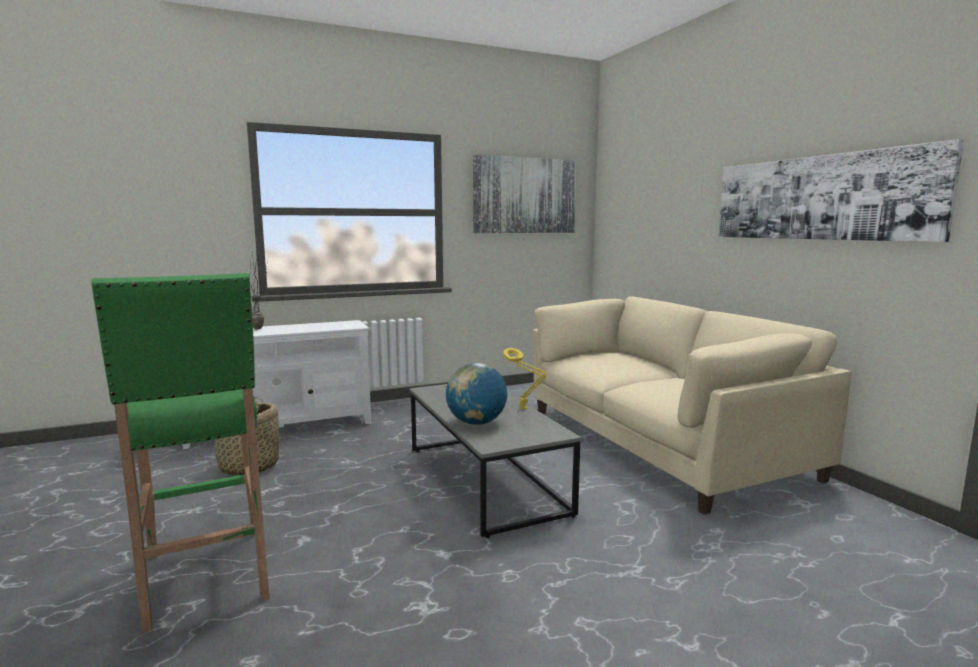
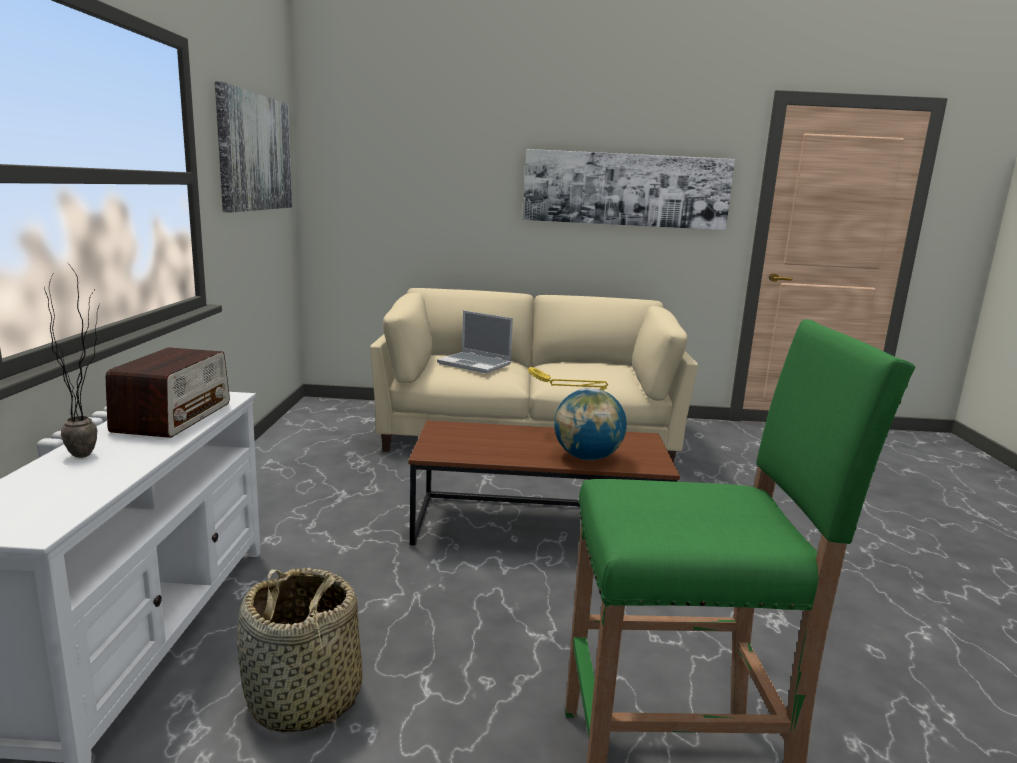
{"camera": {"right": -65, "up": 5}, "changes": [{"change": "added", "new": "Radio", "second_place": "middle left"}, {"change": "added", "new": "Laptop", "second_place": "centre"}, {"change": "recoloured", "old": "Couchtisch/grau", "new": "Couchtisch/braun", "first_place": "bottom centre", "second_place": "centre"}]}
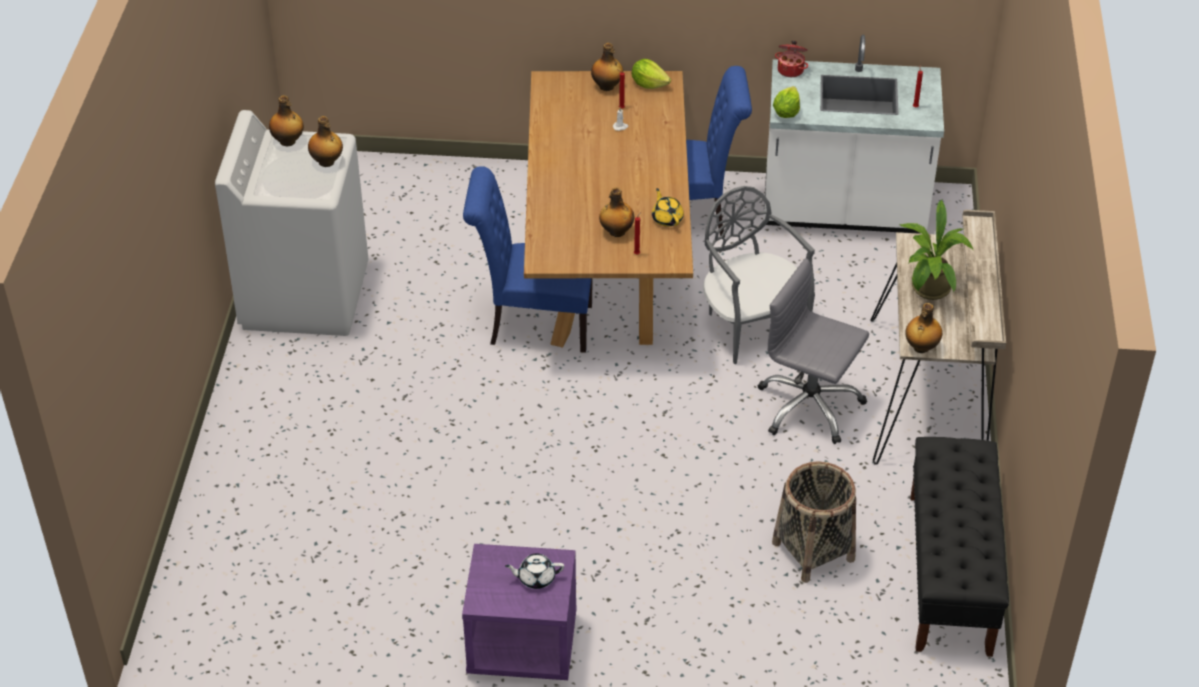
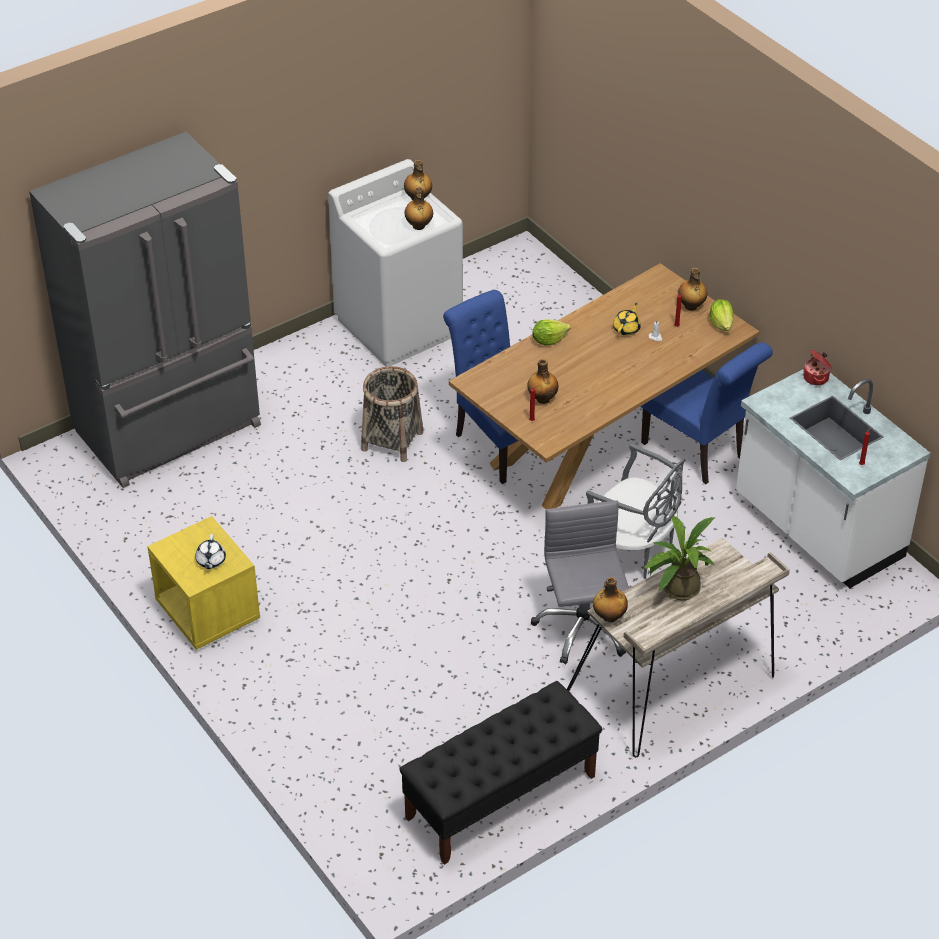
{"camera": {"right": 50, "up": 0}, "changes": [{"change": "added", "new": "Kühlschrank/grau", "second_place": "top left"}, {"change": "moved", "old": "Teekanne/gelb", "first_place": "top centre", "second_place": "middle right"}, {"change": "moved", "old": "Korb", "first_place": "bottom right", "second_place": "centre"}, {"change": "moved", "old": "Salatkopf (2nd from left in the first image)", "new": "Salatkopf (1st from left)", "first_place": "top centre", "second_place": "centre"}, {"change": "recoloured", "old": "Nachttisch/lila", "new": "Nachttisch/gelb", "first_place": "bottom centre", "second_place": "middle left"}, {"change": "turned", "old": "Teekanne/weiß", "first_place": "bottom centre", "second_place": "middle left", "degrees": -135}, {"change": "turned", "old": "Stuhl/grau", "first_place": "centre", "second_place": "middle right", "degrees": 105}]}
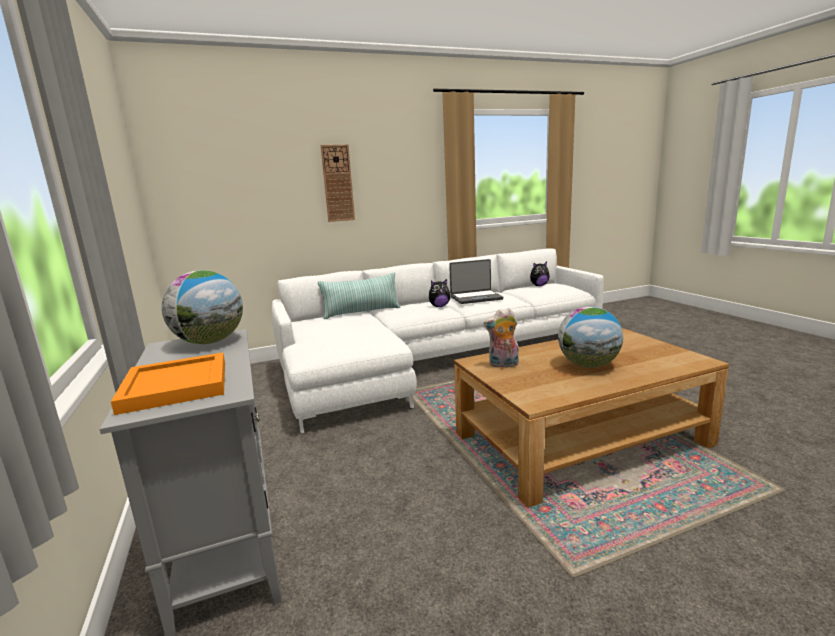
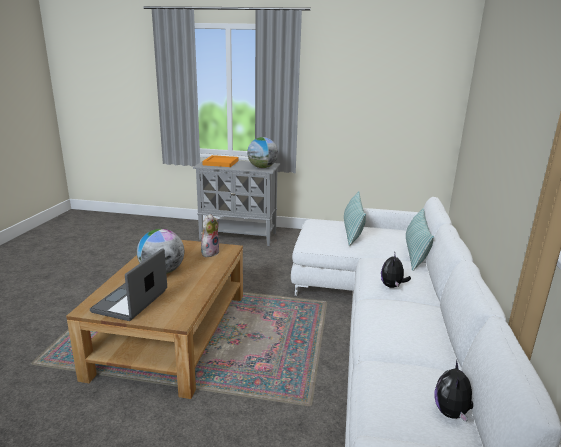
{"camera": {"right": 120, "up": 5}, "changes": [{"change": "removed", "old": "Wanduhr", "first_place": "top centre"}, {"change": "added", "new": "Kissen (1st from left)", "second_place": "centre"}, {"change": "moved", "old": "Laptop", "first_place": "centre", "second_place": "middle left"}]}
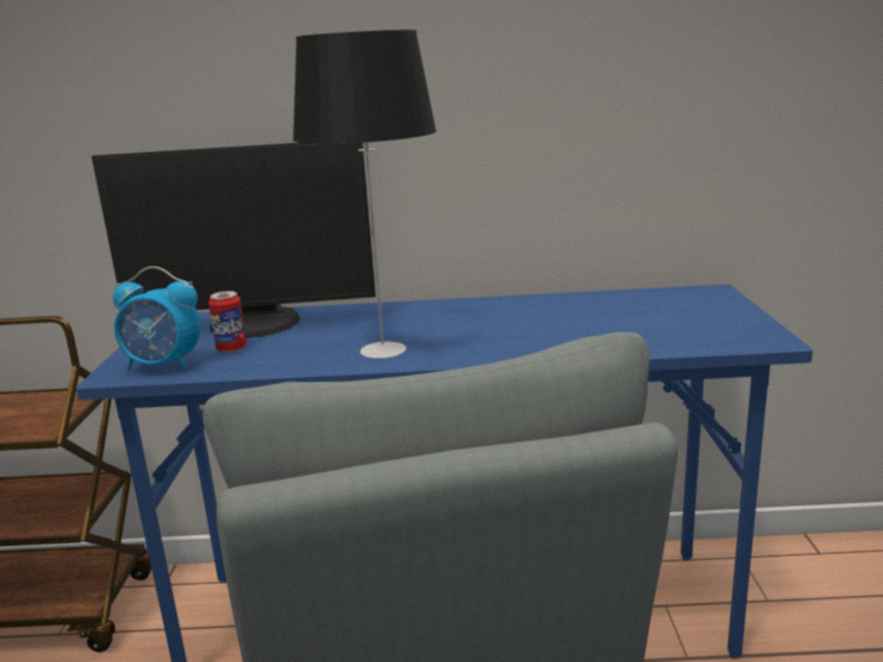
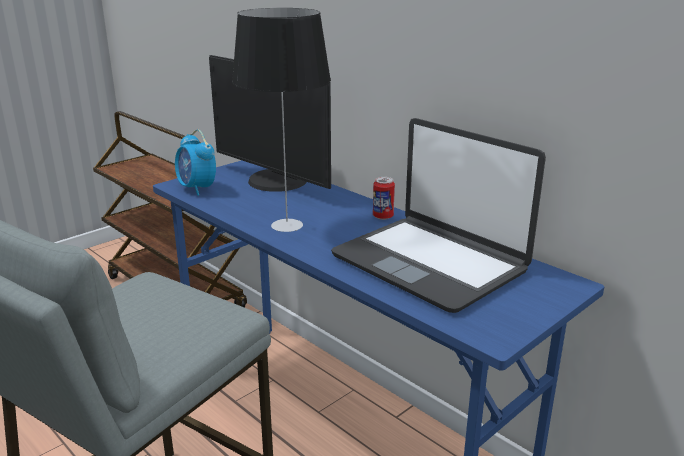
{"camera": {"right": 45, "up": 5}, "changes": [{"change": "added", "new": "Laptop", "second_place": "centre"}, {"change": "moved", "old": "Dose", "first_place": "middle left", "second_place": "centre"}]}
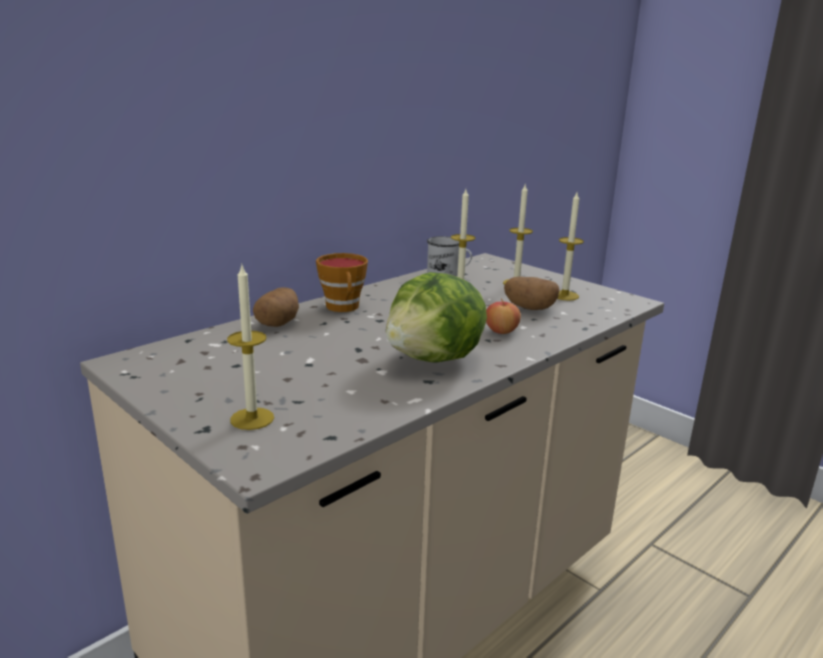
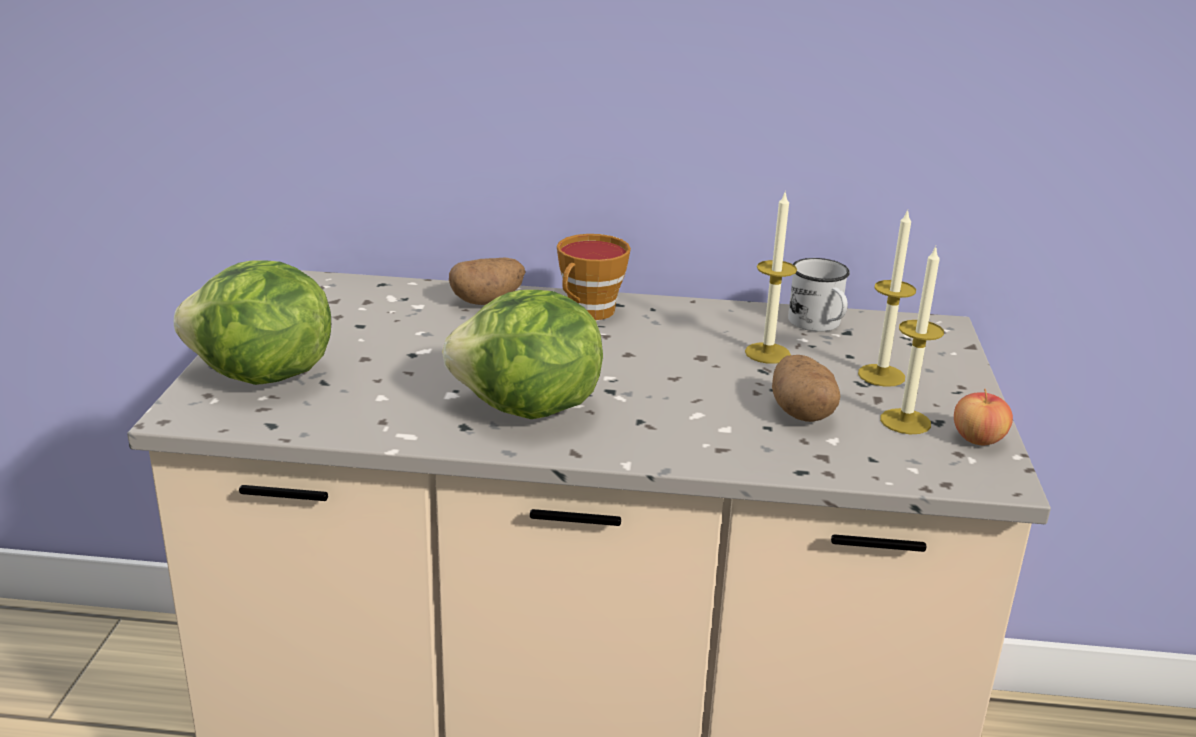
{"camera": {"right": 50, "up": 5}, "changes": [{"change": "moved", "old": "Apfel", "first_place": "centre", "second_place": "middle right"}, {"change": "replaced", "old": "Kerze (1st from left)", "new": "Salatkopf (1st from left)", "first_place": "middle left", "second_place": "middle left"}]}
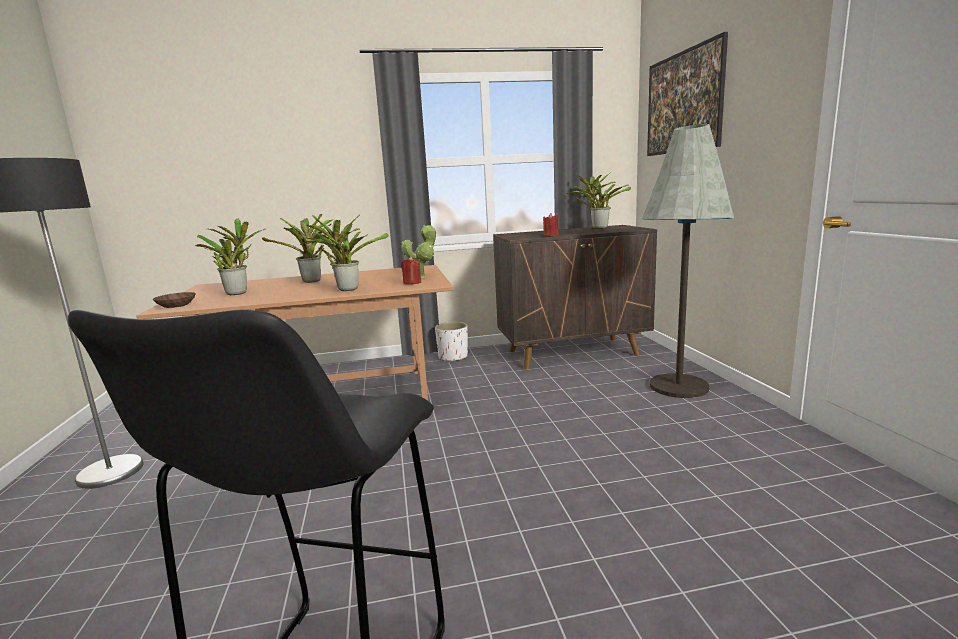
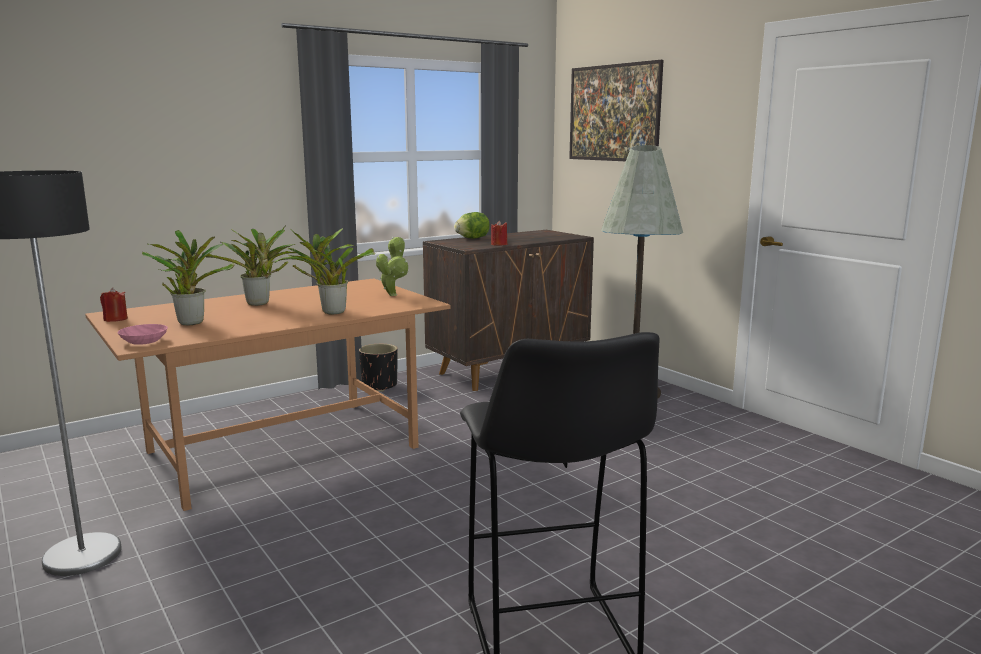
{"camera": {"right": -25, "up": 0}, "changes": [{"change": "removed", "old": "Topfpflanze (5th from left)", "first_place": "top centre"}, {"change": "added", "new": "Salatkopf", "second_place": "centre"}, {"change": "moved", "old": "Kerze/rot (1st from left)", "first_place": "centre", "second_place": "middle left"}, {"change": "recoloured", "old": "Schüssel/braun", "new": "Schüssel/rosa", "first_place": "middle left", "second_place": "middle left"}, {"change": "recoloured", "old": "Pflanzkübel/weiß", "new": "Pflanzkübel/schwarz", "first_place": "centre", "second_place": "centre"}]}
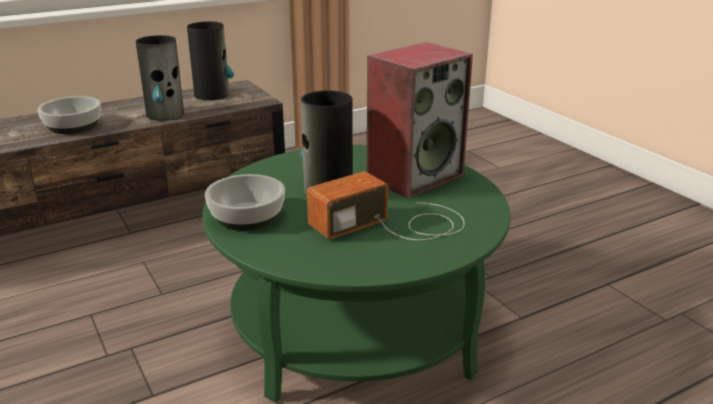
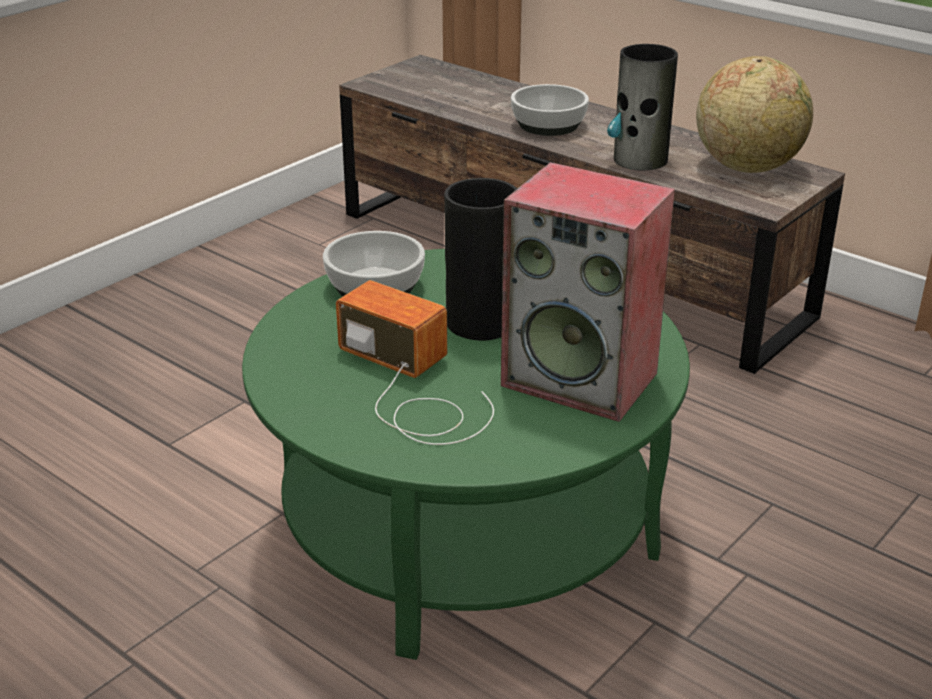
{"camera": {"right": 70, "up": 5}, "changes": [{"change": "replaced", "old": "Vase (2nd from left)", "new": "Globus", "first_place": "top left", "second_place": "top right"}]}
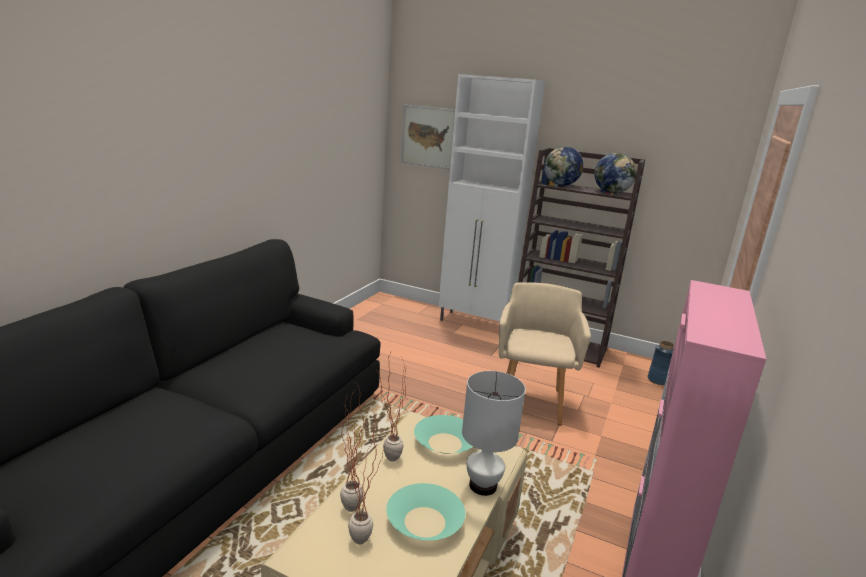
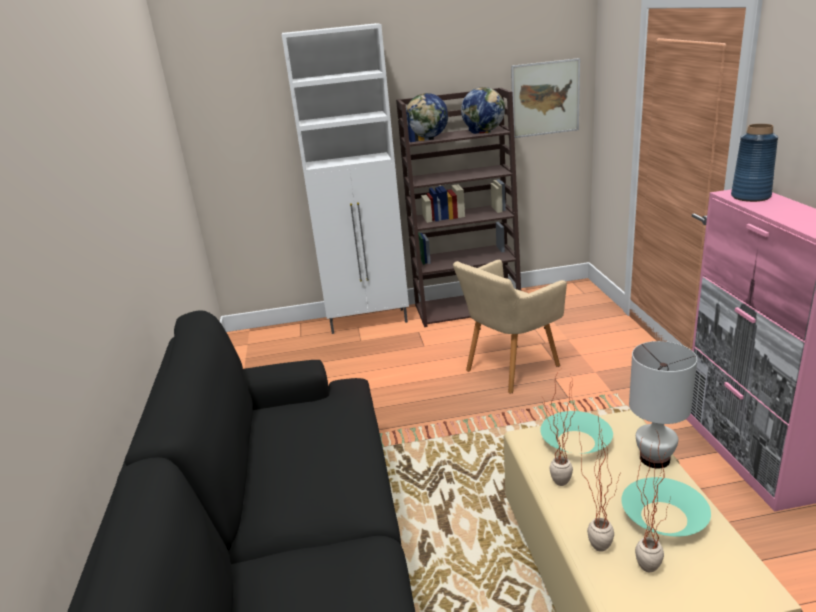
{"camera": {"right": -30, "up": 5}, "changes": [{"change": "moved", "old": "Bild", "first_place": "top centre", "second_place": "top right"}, {"change": "moved", "old": "Vase/blau", "first_place": "middle right", "second_place": "top right"}, {"change": "turned", "old": "Sessel/beige", "first_place": "centre", "second_place": "centre", "degrees": -105}]}
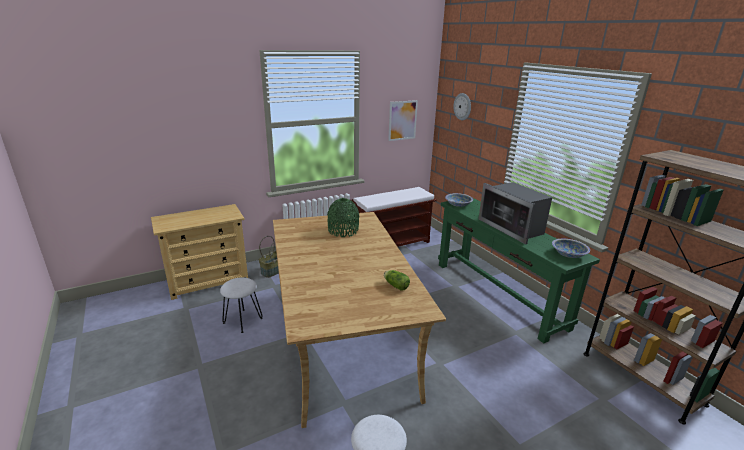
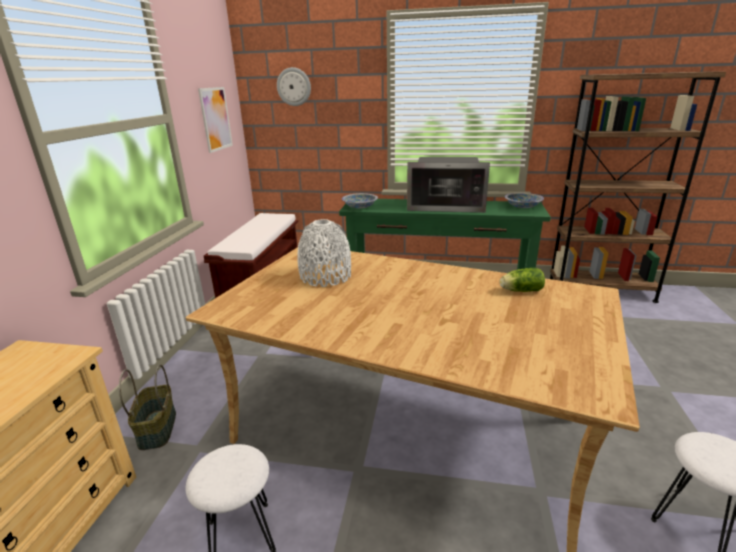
{"camera": {"right": -50, "up": 0}, "changes": [{"change": "recoloured", "old": "Vase/grün", "new": "Vase/weiß", "first_place": "centre", "second_place": "centre"}]}
